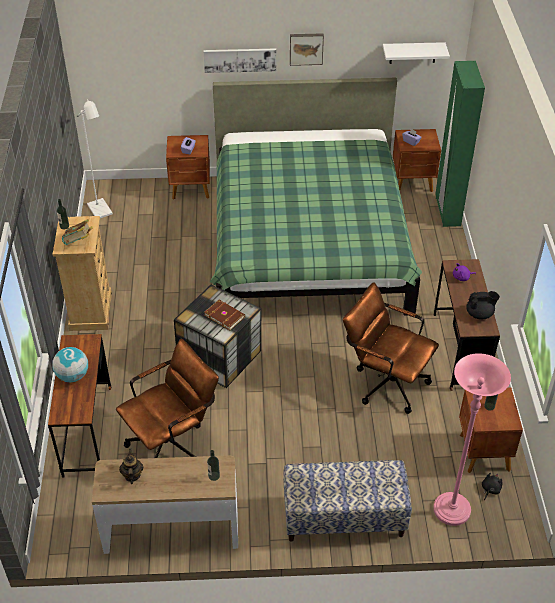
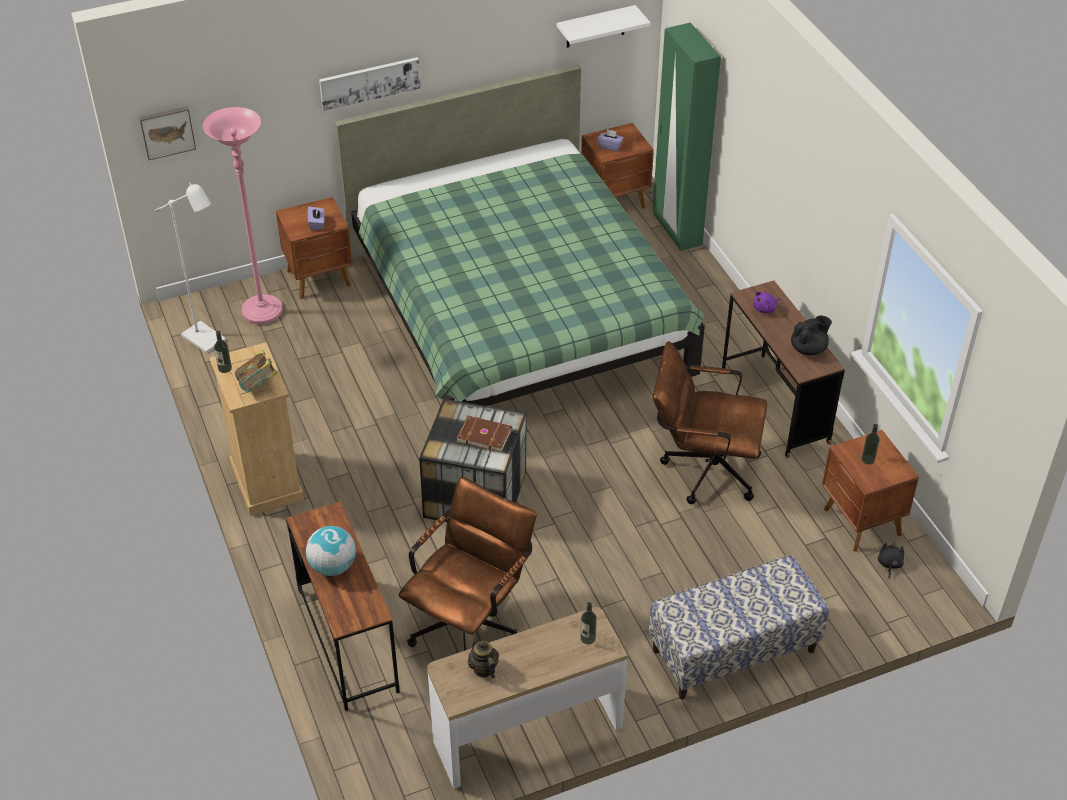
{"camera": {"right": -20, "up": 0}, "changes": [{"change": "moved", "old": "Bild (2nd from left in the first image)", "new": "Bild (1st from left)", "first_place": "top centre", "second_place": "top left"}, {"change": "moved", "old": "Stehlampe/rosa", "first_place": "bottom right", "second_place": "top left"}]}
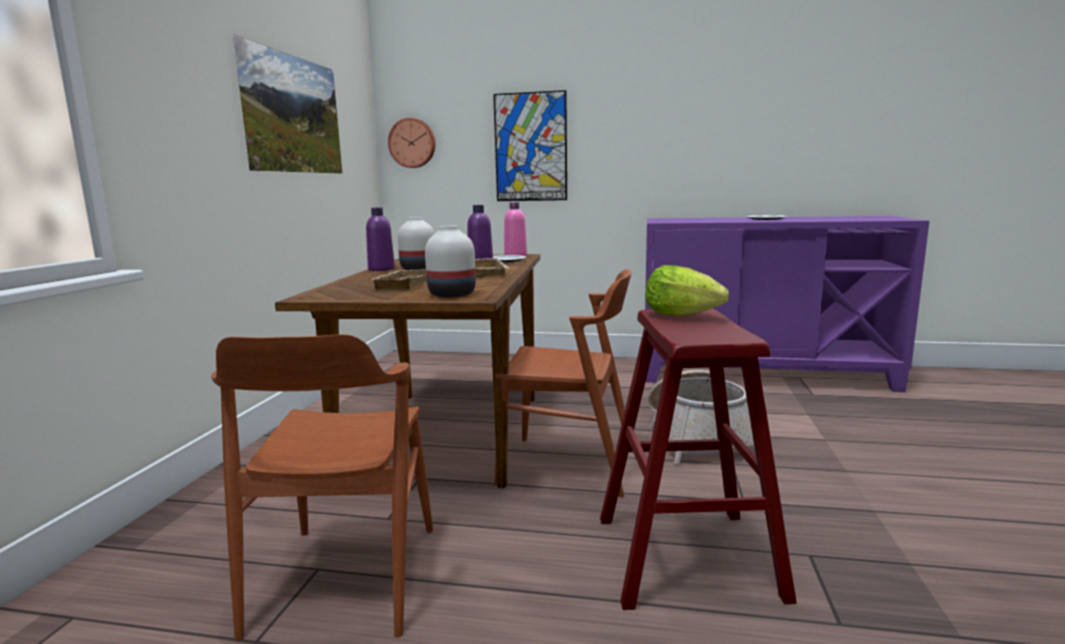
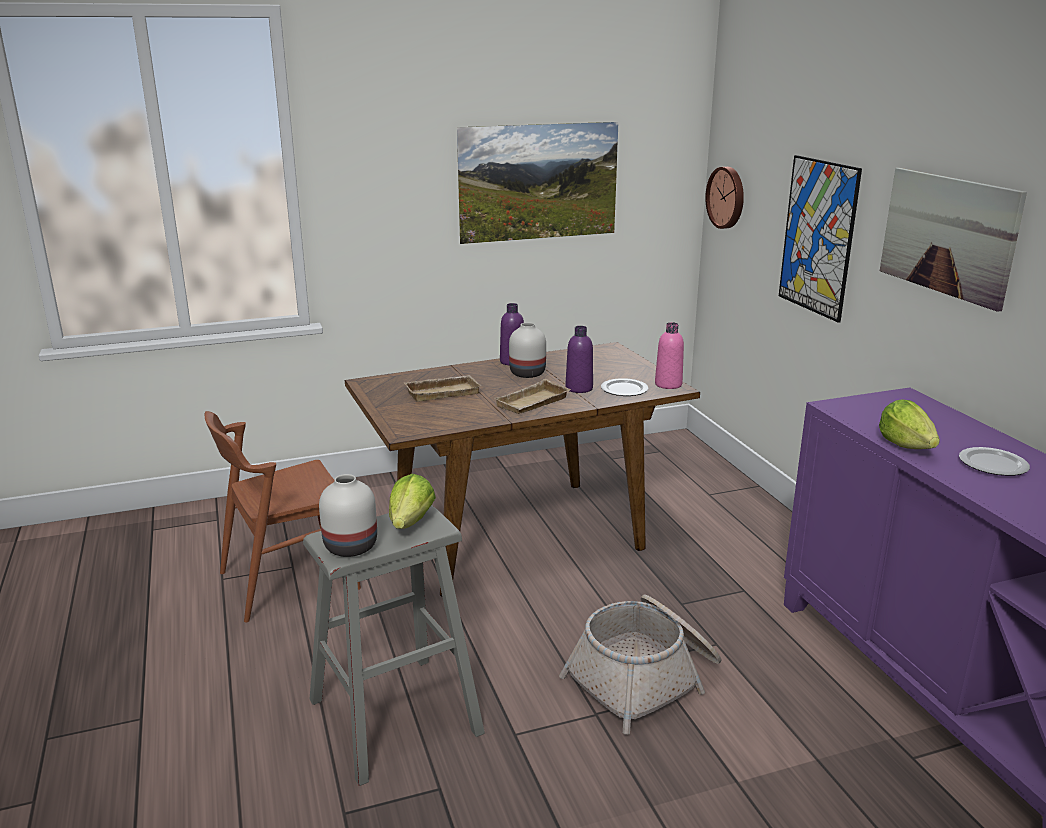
{"camera": {"right": 60, "up": 10}, "changes": [{"change": "removed", "old": "Stuhl/braun (2nd from left)", "first_place": "centre"}, {"change": "added", "new": "Salatkopf (2nd from left)", "second_place": "middle right"}, {"change": "added", "new": "Bild (3rd from left)", "second_place": "top right"}, {"change": "moved", "old": "Vase/weiß (2nd from left in the first image)", "new": "Vase/weiß (1st from left)", "first_place": "centre", "second_place": "middle left"}, {"change": "recoloured", "old": "Hocker/rot", "new": "Hocker/grau", "first_place": "bottom centre", "second_place": "bottom centre"}]}
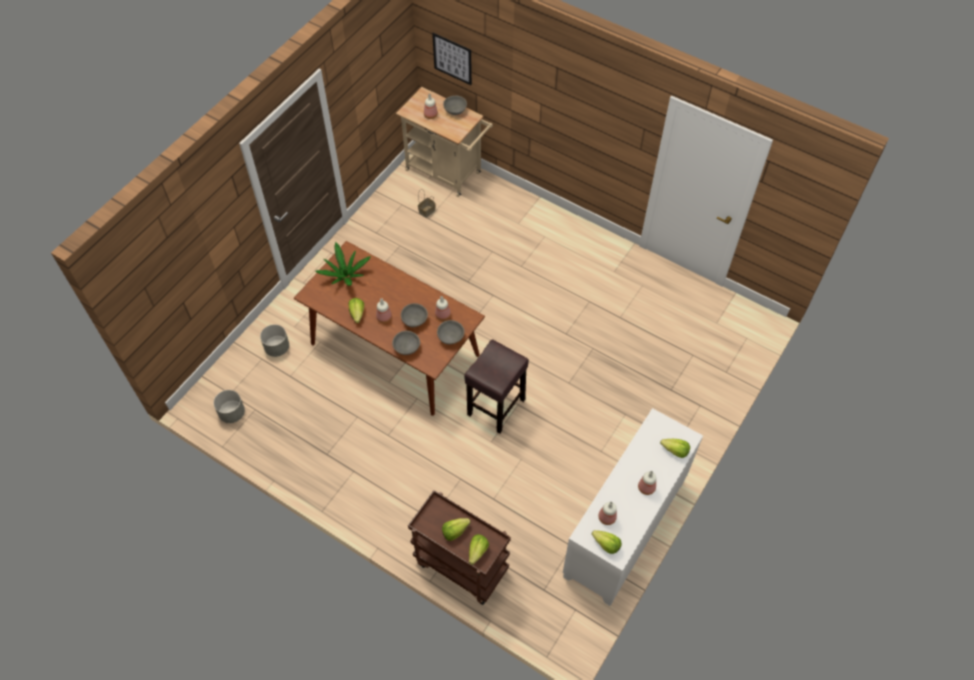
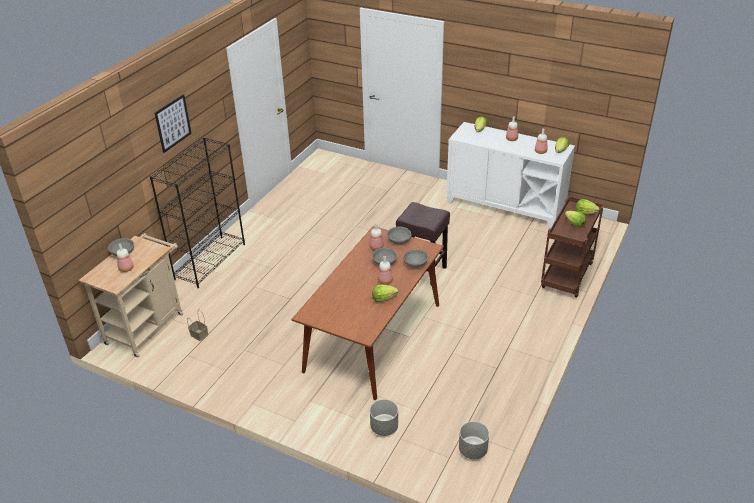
{"camera": {"right": -95, "up": -20}, "changes": [{"change": "removed", "old": "Topfpflanze", "first_place": "centre"}, {"change": "added", "new": "Bücherregal/schwarz", "second_place": "middle left"}, {"change": "moved", "old": "Bild", "first_place": "top centre", "second_place": "top left"}]}
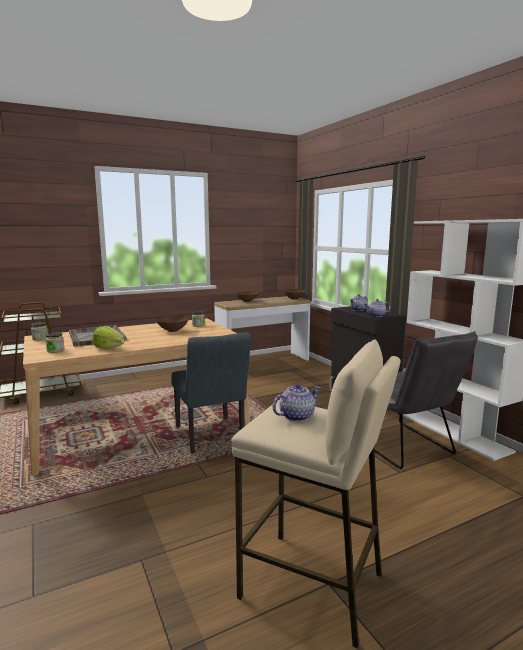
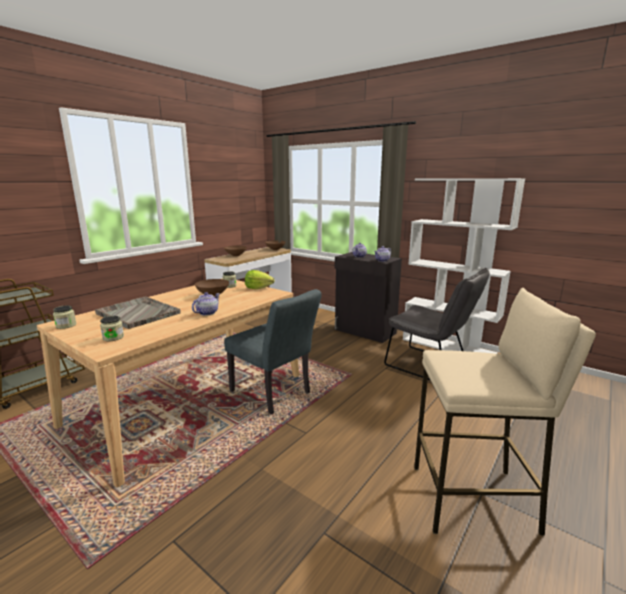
{"camera": {"right": -25, "up": 5}, "changes": [{"change": "moved", "old": "Salatkopf", "first_place": "middle left", "second_place": "centre"}, {"change": "moved", "old": "Teekanne (1st from left)", "first_place": "centre", "second_place": "middle left"}]}
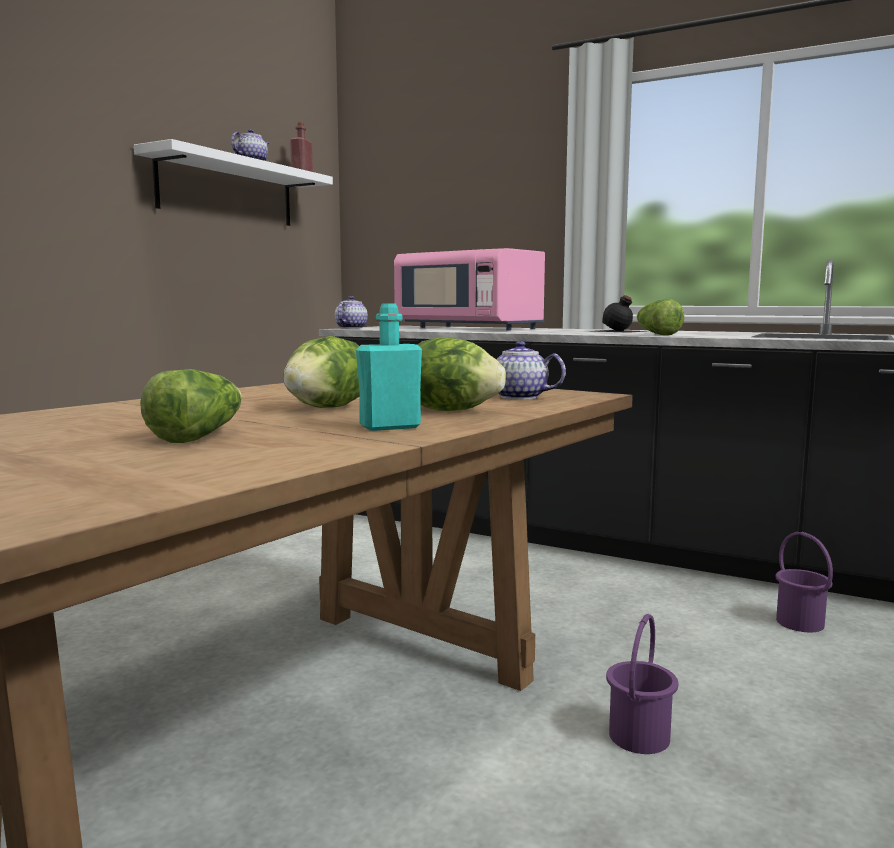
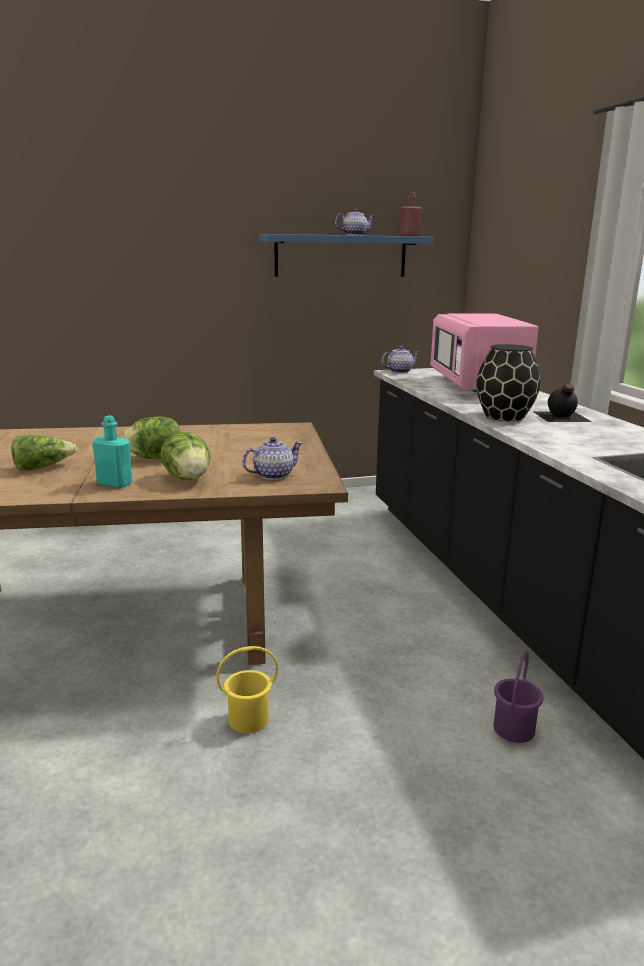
{"camera": {"right": 45, "up": 10}, "changes": [{"change": "removed", "old": "Salatkopf (4th from left)", "first_place": "middle right"}, {"change": "added", "new": "Vase/schwarz", "second_place": "middle right"}, {"change": "recoloured", "old": "Wandregal/weiß", "new": "Wandregal/blau", "first_place": "top left", "second_place": "top centre"}, {"change": "recoloured", "old": "Eimer/lila (1st from left)", "new": "Eimer/gelb", "first_place": "bottom right", "second_place": "bottom centre"}, {"change": "turned", "old": "Teekanne (3rd from left in the first image)", "first_place": "centre", "second_place": "centre", "degrees": 75}]}
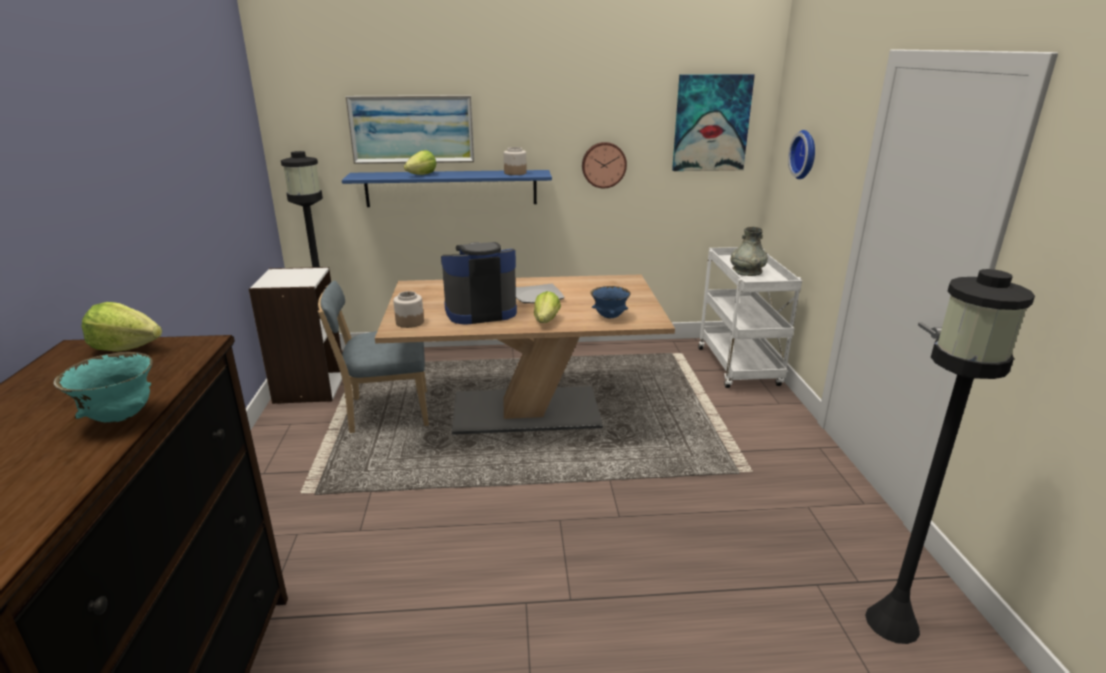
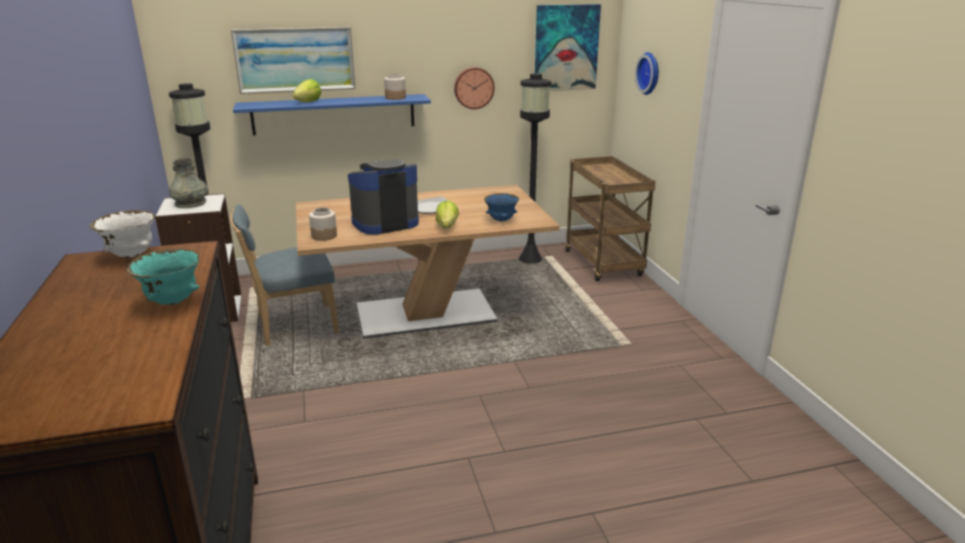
{"camera": {"right": -10, "up": 0}, "changes": [{"change": "moved", "old": "Vase/grau", "first_place": "middle right", "second_place": "middle left"}, {"change": "moved", "old": "Stehlampe/schwarz (2nd from left)", "first_place": "bottom right", "second_place": "top centre"}, {"change": "replaced", "old": "Salatkopf (1st from left)", "new": "Schüssel/weiß", "first_place": "middle left", "second_place": "middle left"}, {"change": "recoloured", "old": "Rollwagen/weiß", "new": "Rollwagen/braun", "first_place": "middle right", "second_place": "centre"}]}
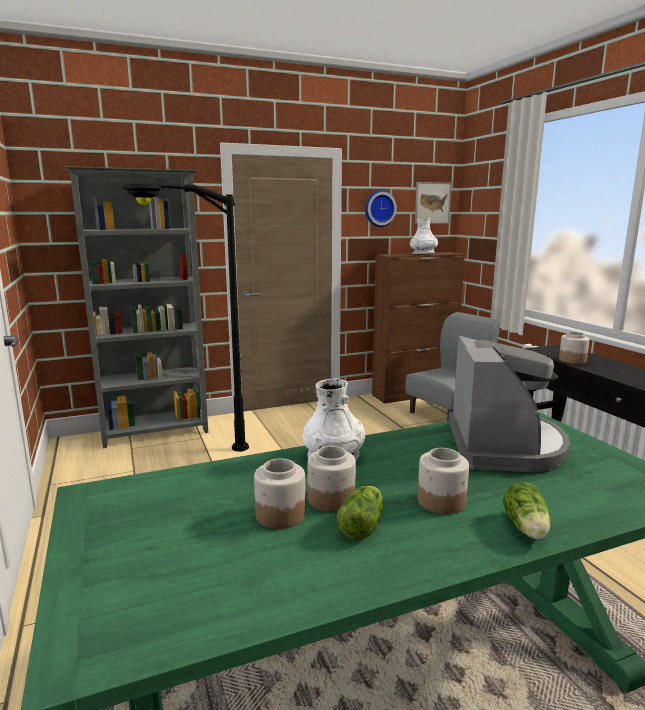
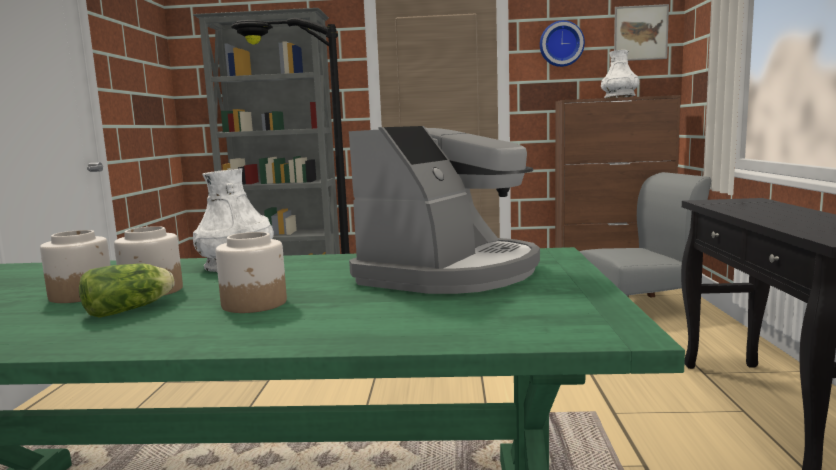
{"camera": {"right": 25, "up": -5}, "changes": [{"change": "removed", "old": "Salatkopf (2nd from left)", "first_place": "bottom right"}, {"change": "removed", "old": "Vorratsglas (4th from left)", "first_place": "middle right"}]}
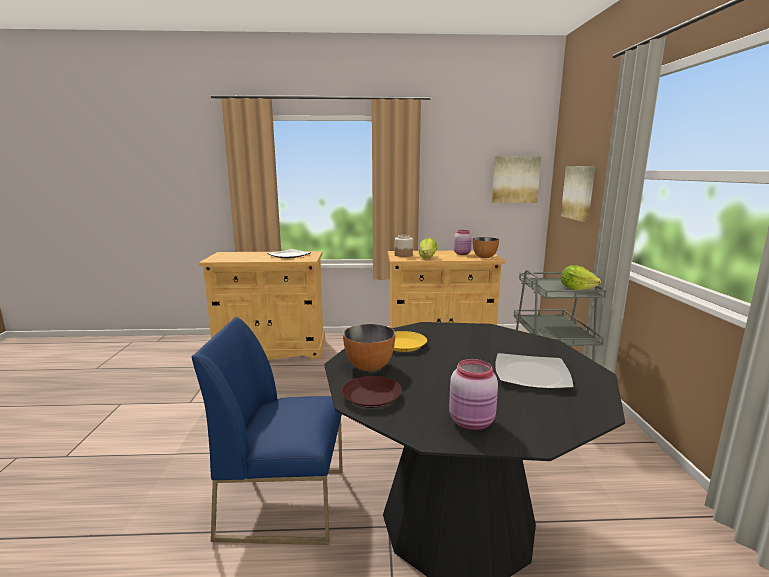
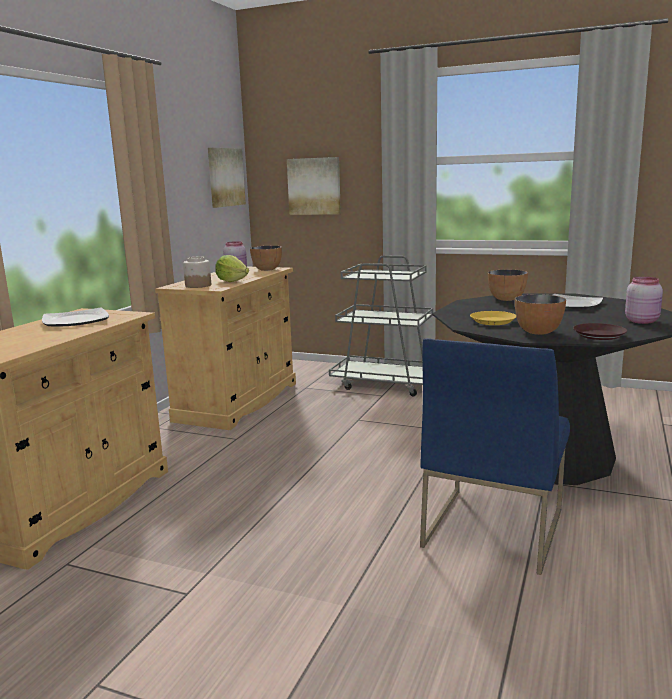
{"camera": {"right": -65, "up": 0}, "changes": [{"change": "removed", "old": "Salatkopf (2nd from left)", "first_place": "middle right"}, {"change": "added", "new": "Schüssel (2nd from left)", "second_place": "middle right"}]}
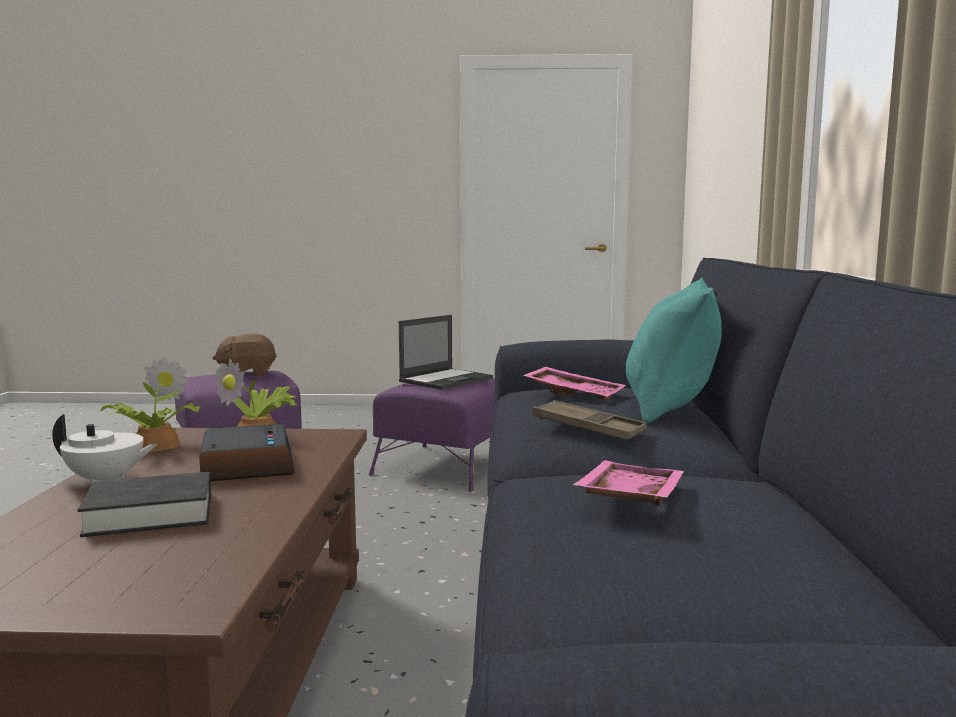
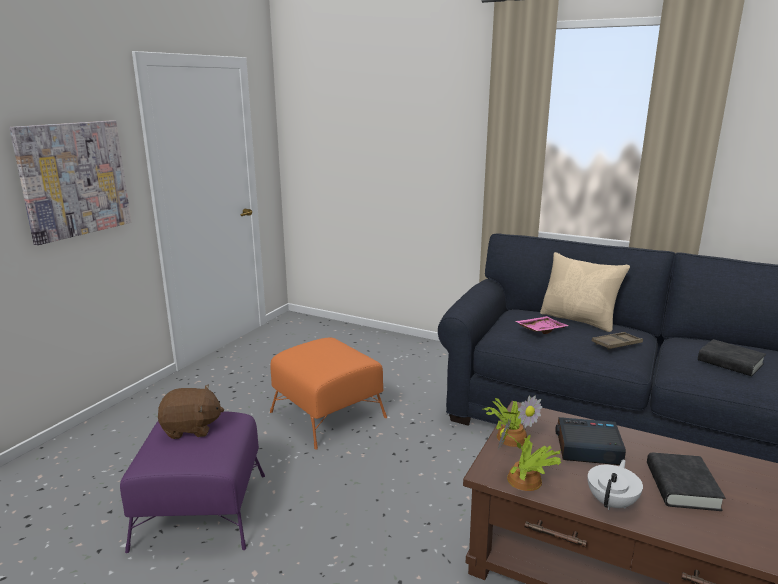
{"camera": {"right": -65, "up": 10}, "changes": [{"change": "removed", "old": "Laptop", "first_place": "centre"}, {"change": "added", "new": "Bild", "second_place": "top left"}, {"change": "replaced", "old": "Tablett/rosa (2nd from left)", "new": "Buch/schwarz (2nd from left)", "first_place": "bottom centre", "second_place": "middle right"}, {"change": "recoloured", "old": "Polsterhocker/lila (2nd from left)", "new": "Polsterhocker/orange", "first_place": "centre", "second_place": "bottom centre"}, {"change": "recoloured", "old": "Kissen/türkis", "new": "Kissen/beige", "first_place": "middle right", "second_place": "middle right"}, {"change": "turned", "old": "Plüschtier/braun", "first_place": "middle left", "second_place": "bottom left", "degrees": -105}]}
